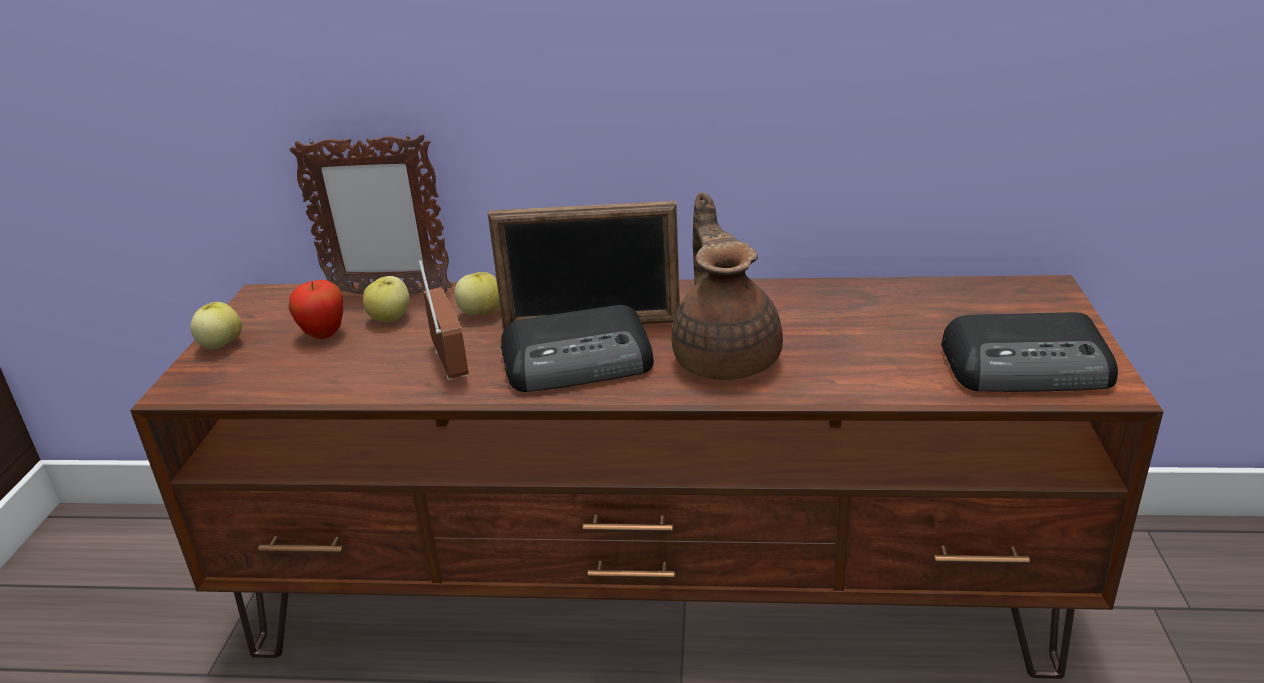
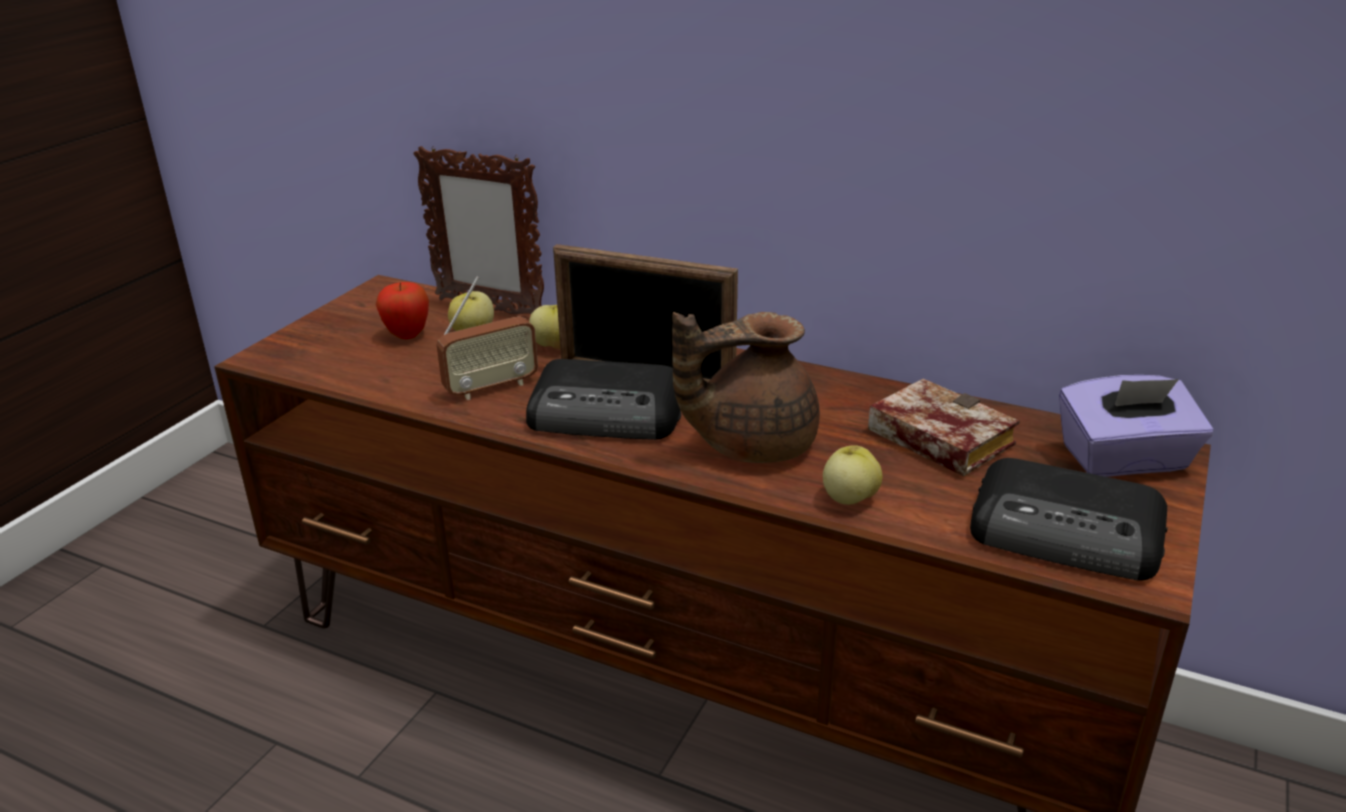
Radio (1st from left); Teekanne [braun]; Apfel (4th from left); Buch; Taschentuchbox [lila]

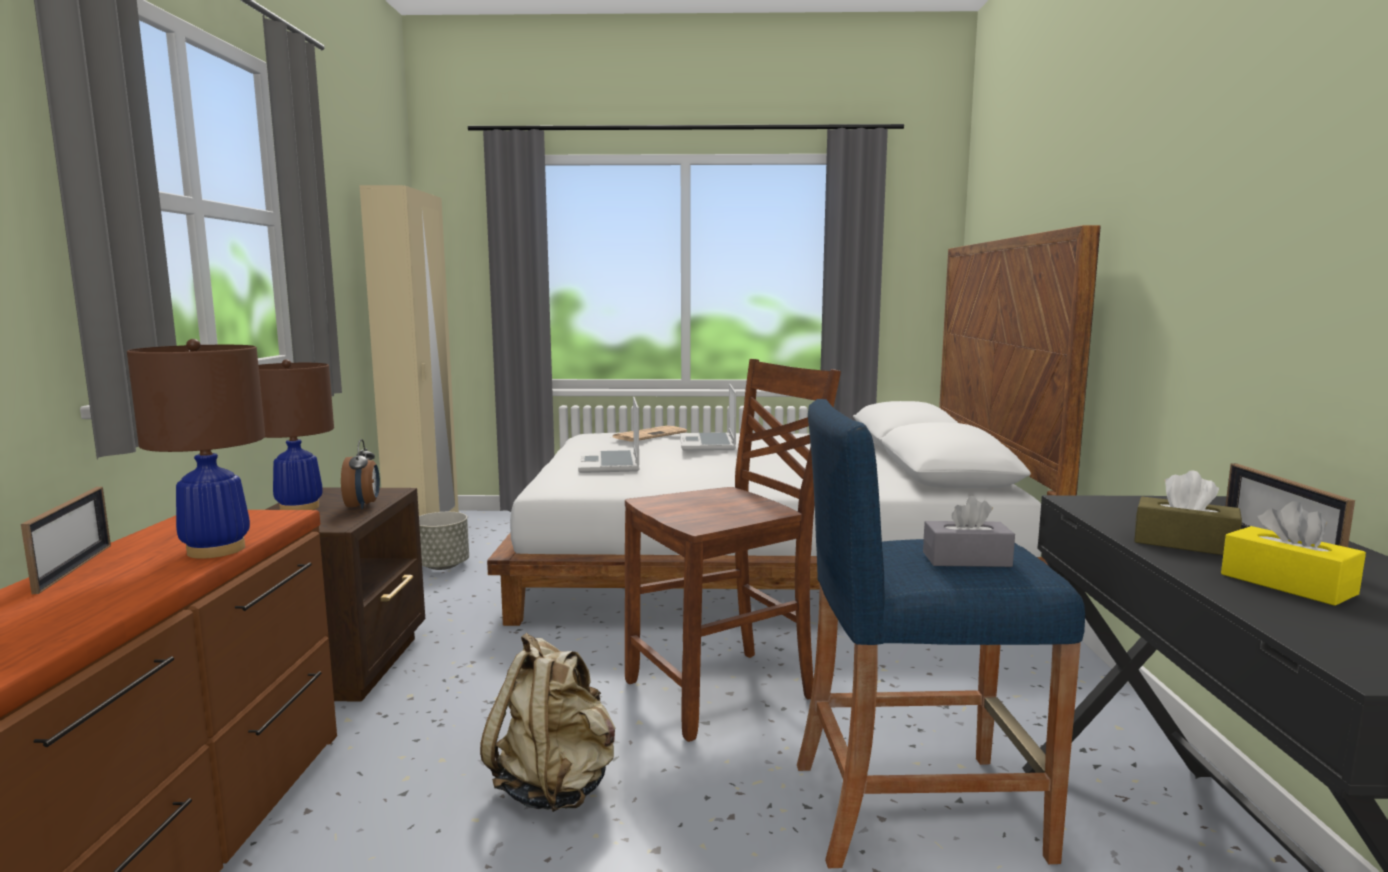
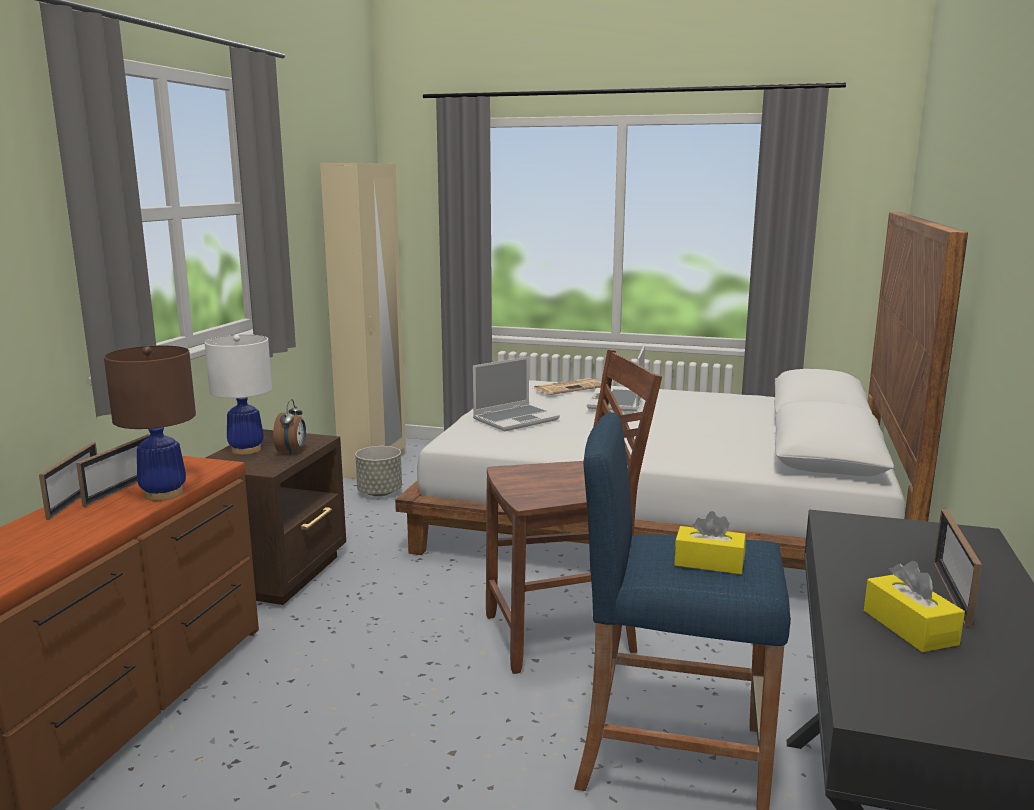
Bilderrahmen (2nd from left); Tischlampe [weiß]; Laptop (1st from left); Taschentuchbox [gelb] (1st from left); Rucksack [beige]; Taschentuchbox [braun]

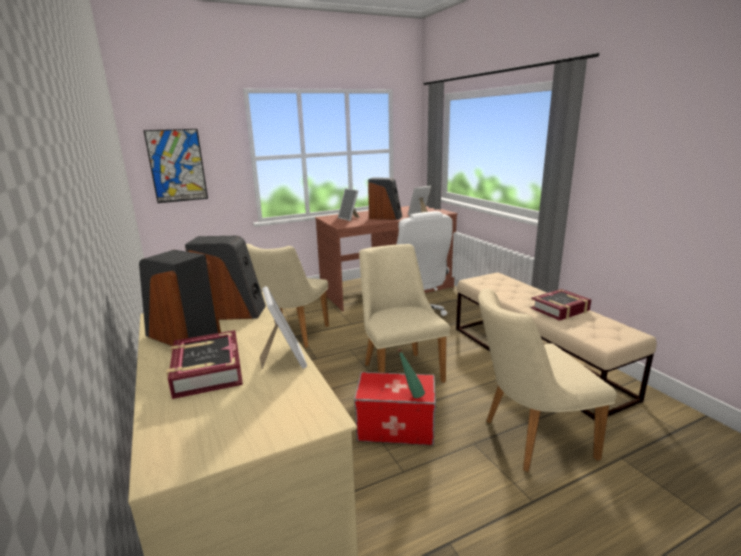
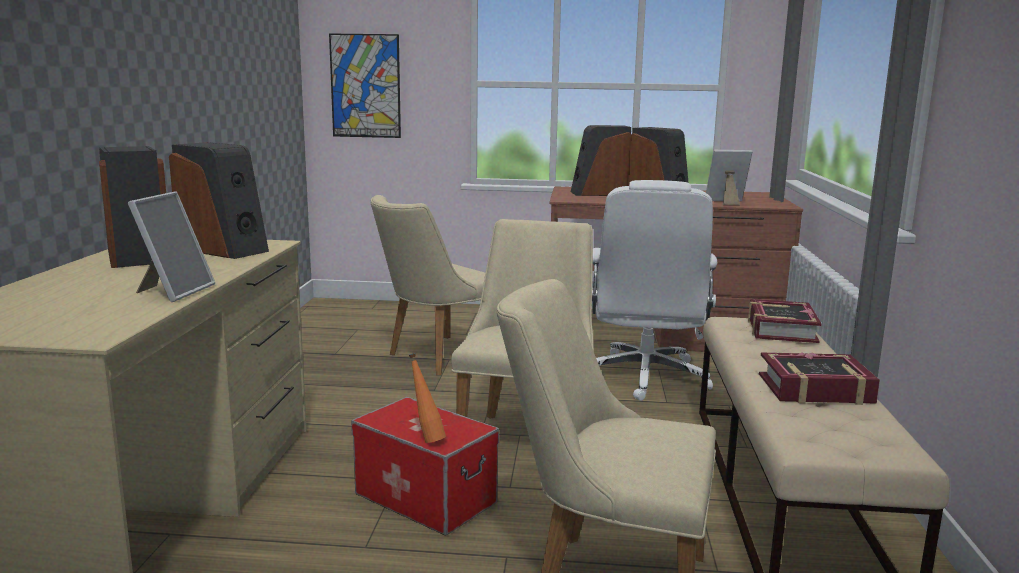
Flasche [orange]; Lautsprecher (3rd from left); Buch (1st from left)

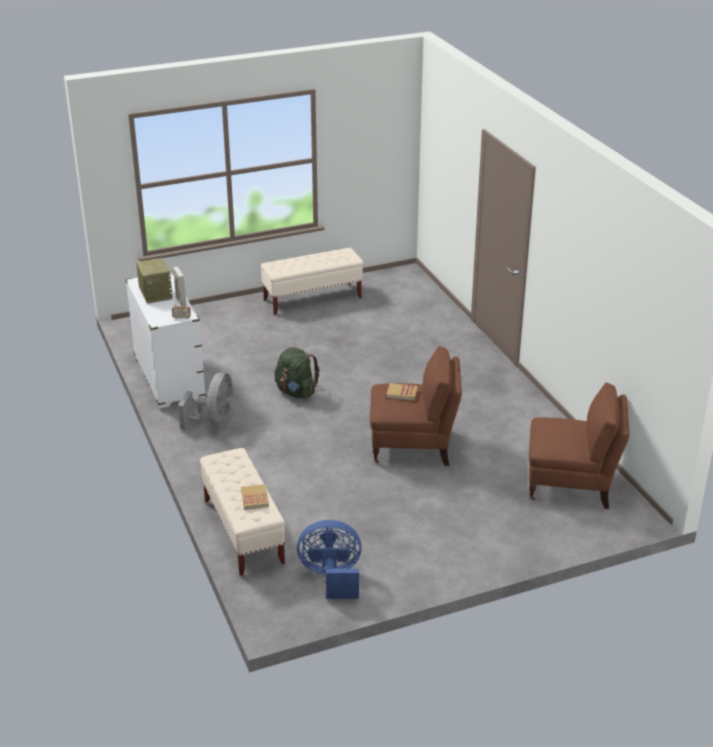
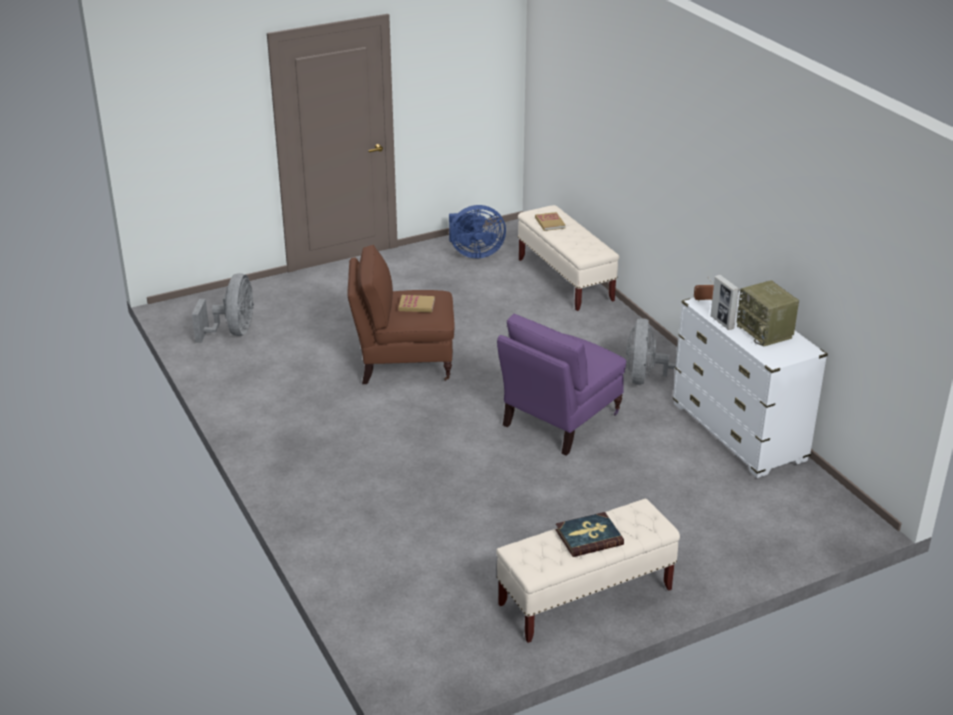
Ventilator [grau] (1st from left); Sessel [lila]; Buch (3rd from left)

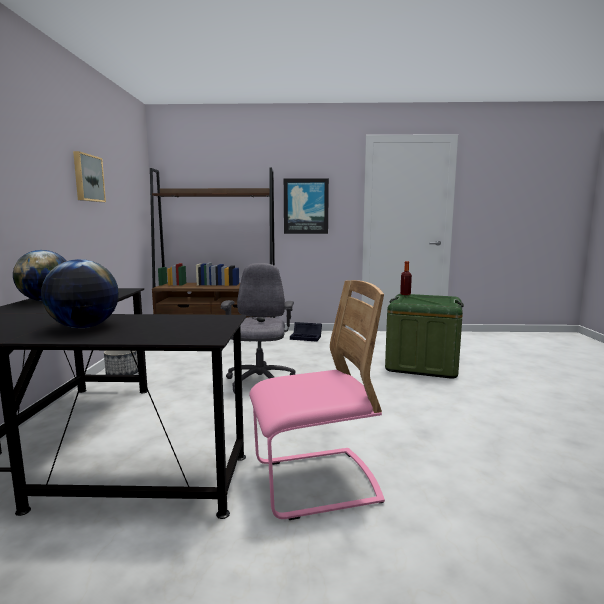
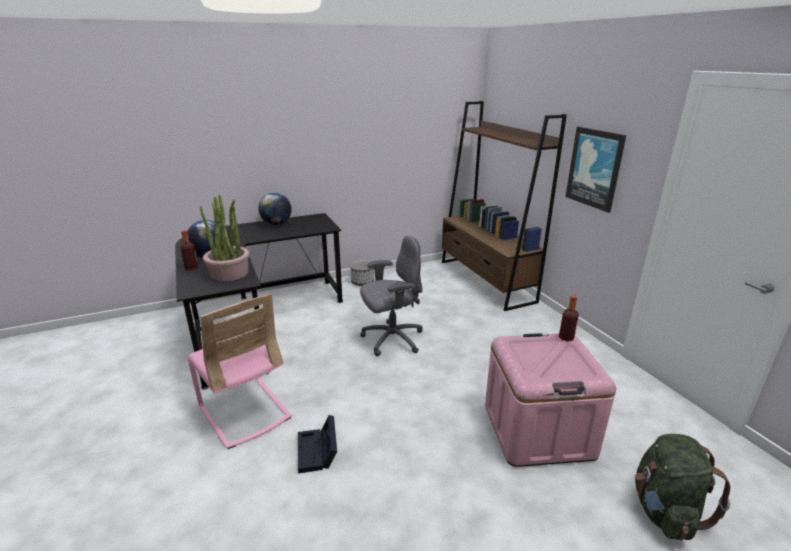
Flasche (1st from left); Topfpflanze; Aufbewahrungsbox [schwarz]; Aufbewahrungsbox [rosa]; Rucksack [grün]; Bild (1st from left in the first image)

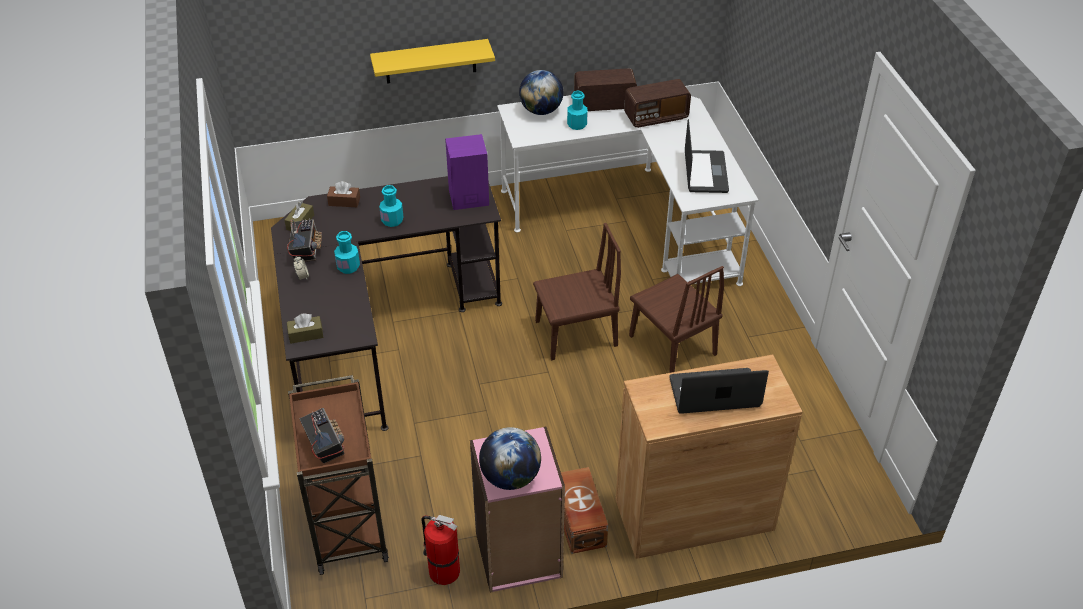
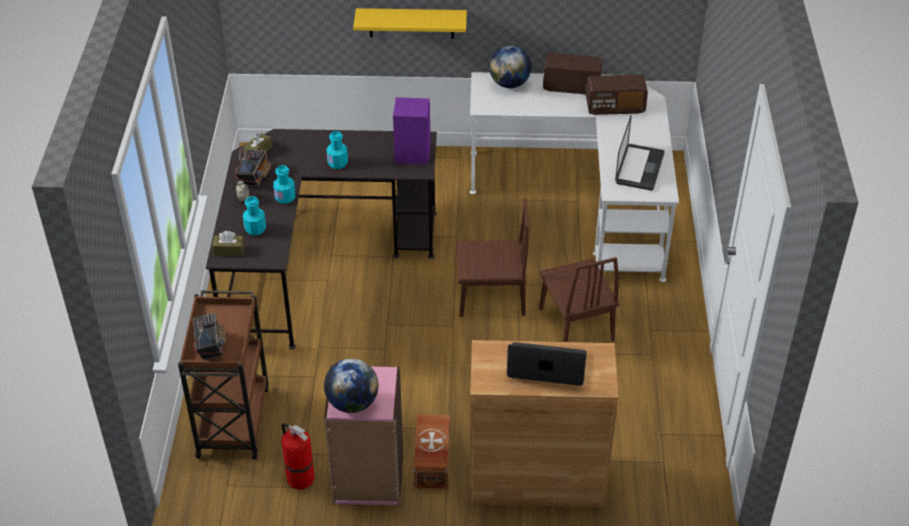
Flasche [türkis] (1st from left); Taschentuchbox [braun] (3rd from left in the first image)

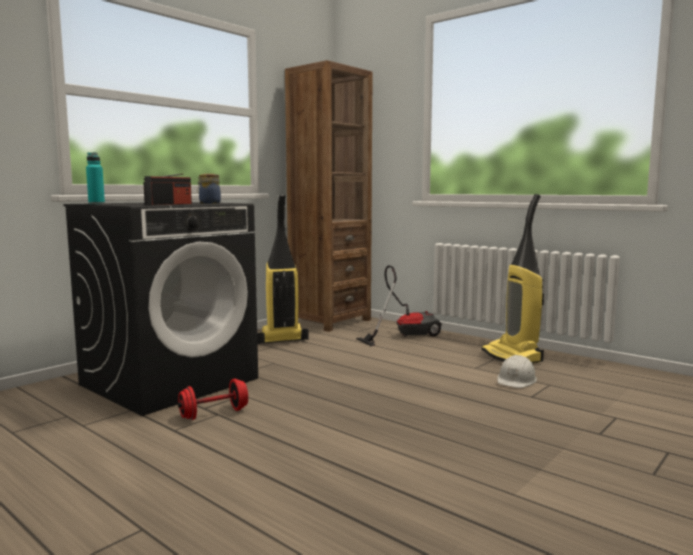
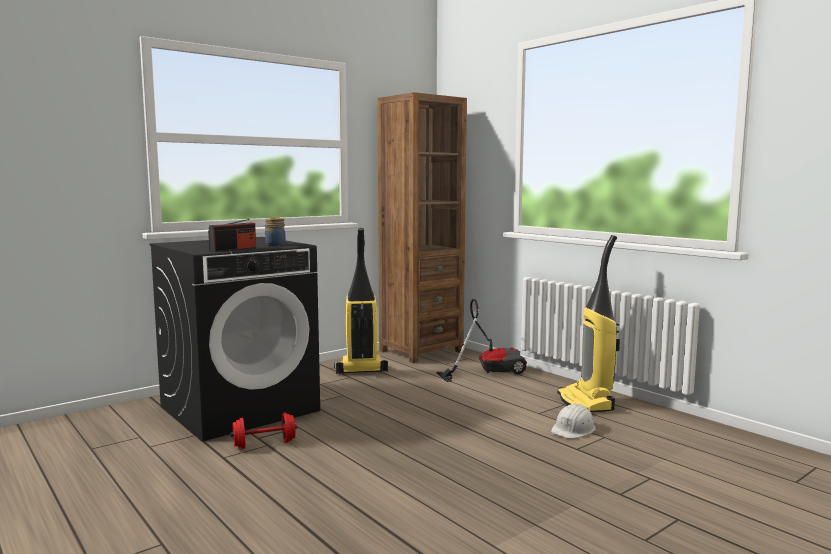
Flasche [türkis]

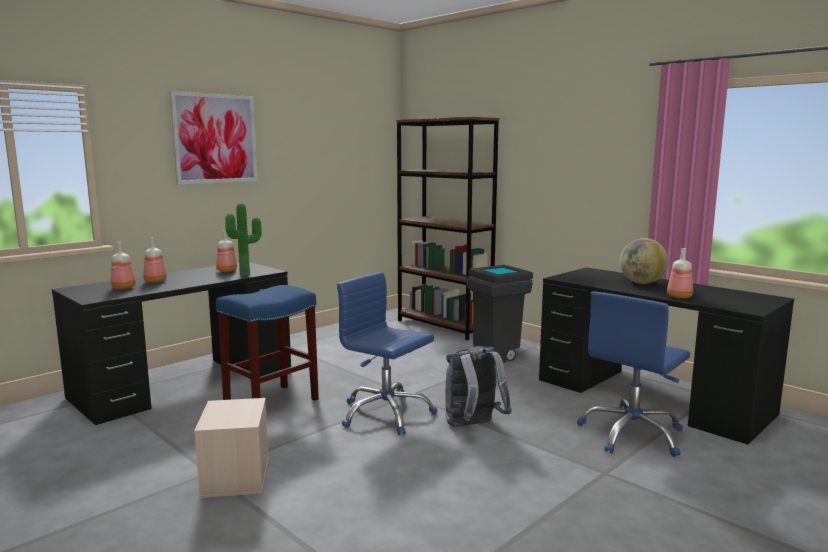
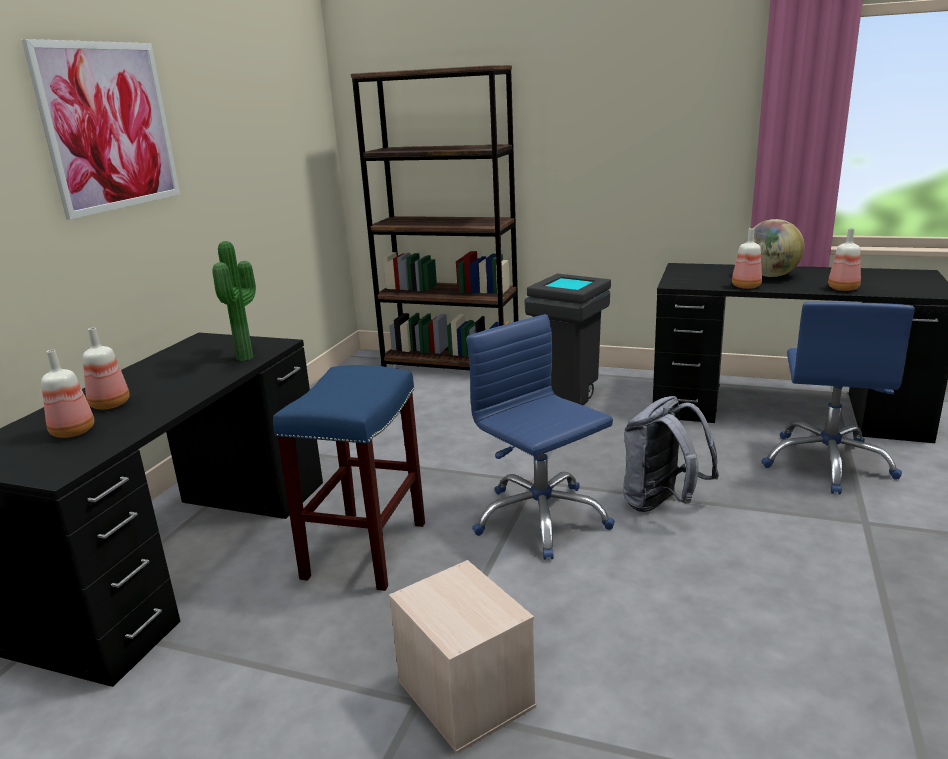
Bürostuhl [blau] (1st from left); Flasche (3rd from left)

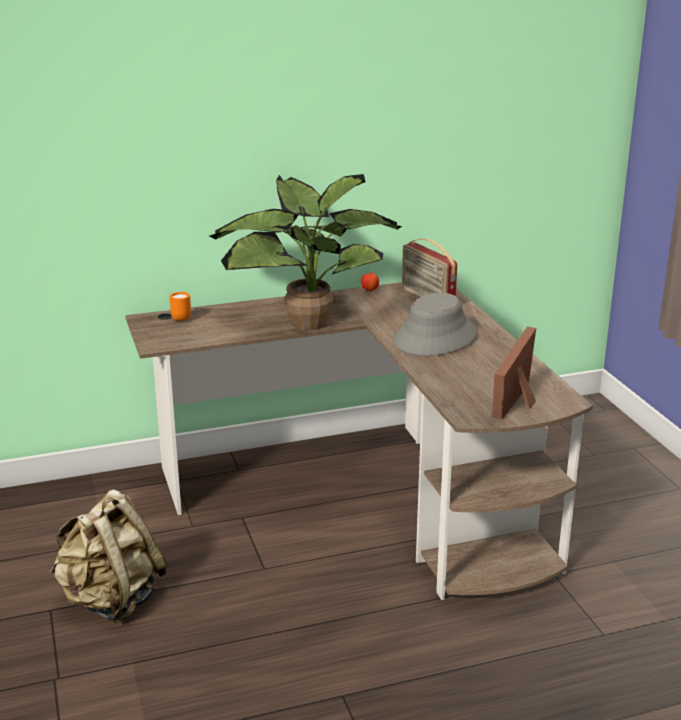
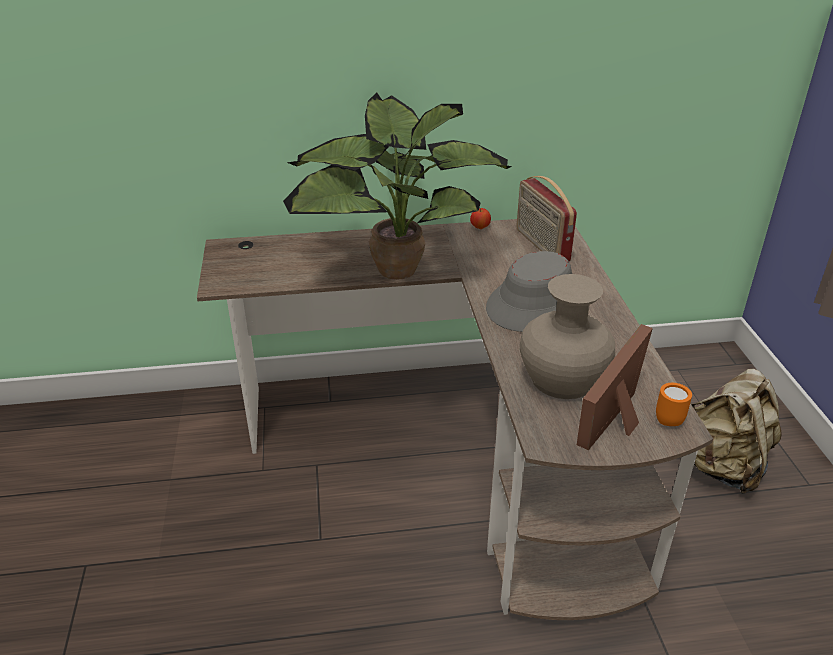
Vase [beige]; Henkelbecher [orange]; Rucksack [beige]

